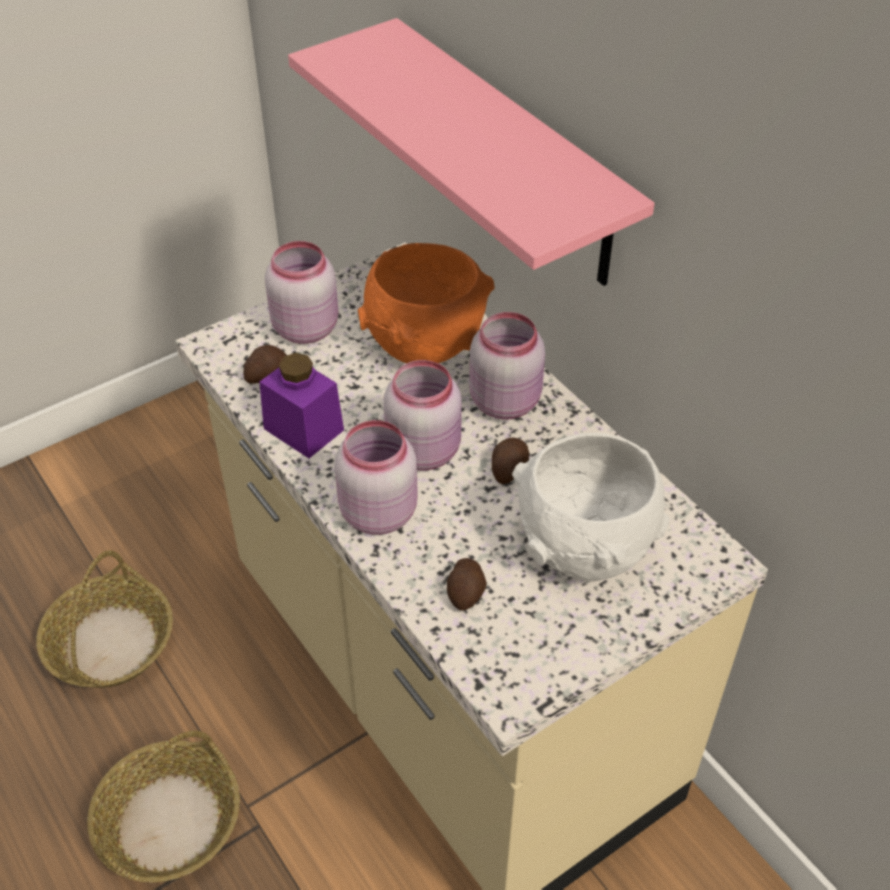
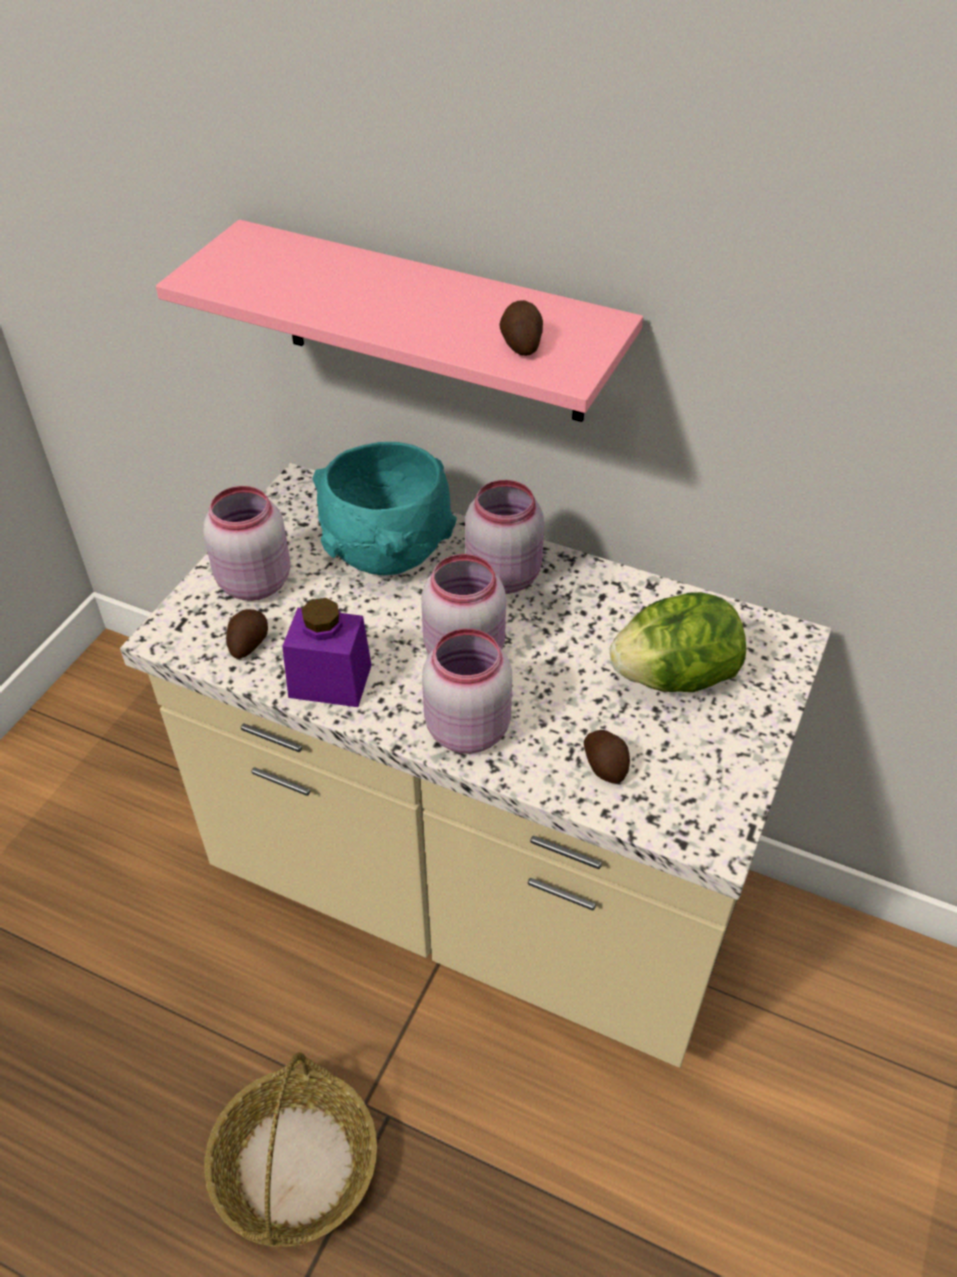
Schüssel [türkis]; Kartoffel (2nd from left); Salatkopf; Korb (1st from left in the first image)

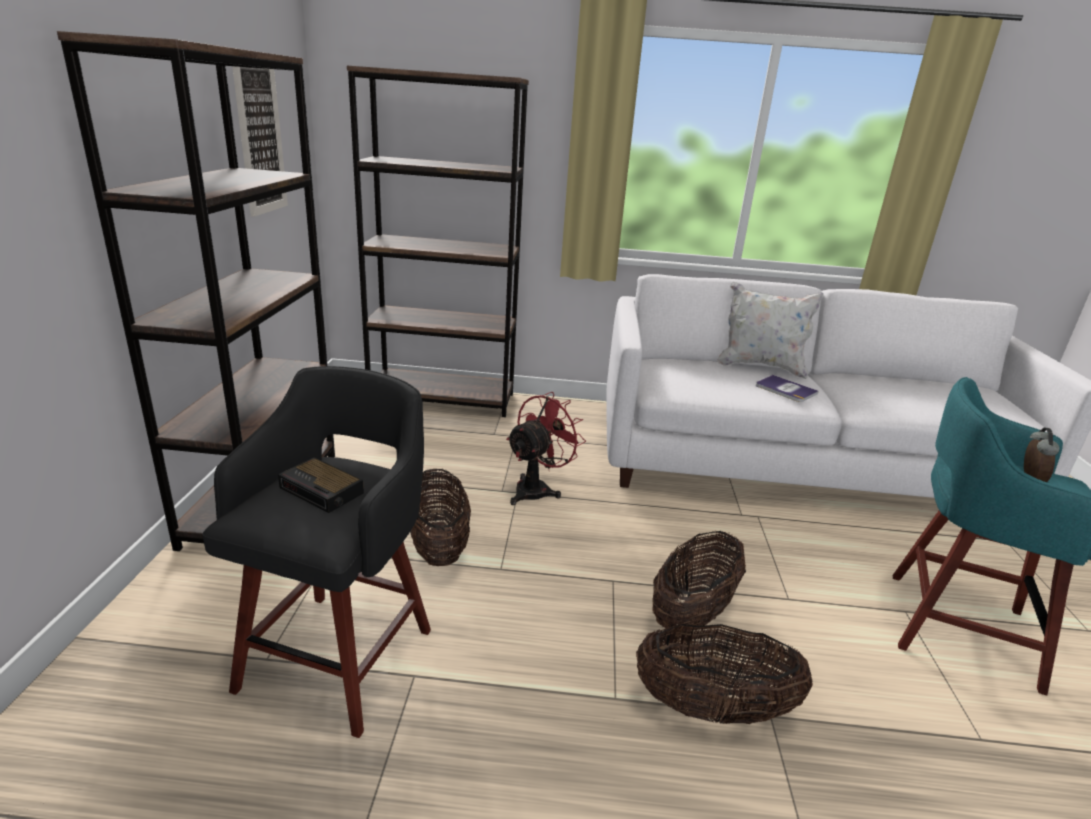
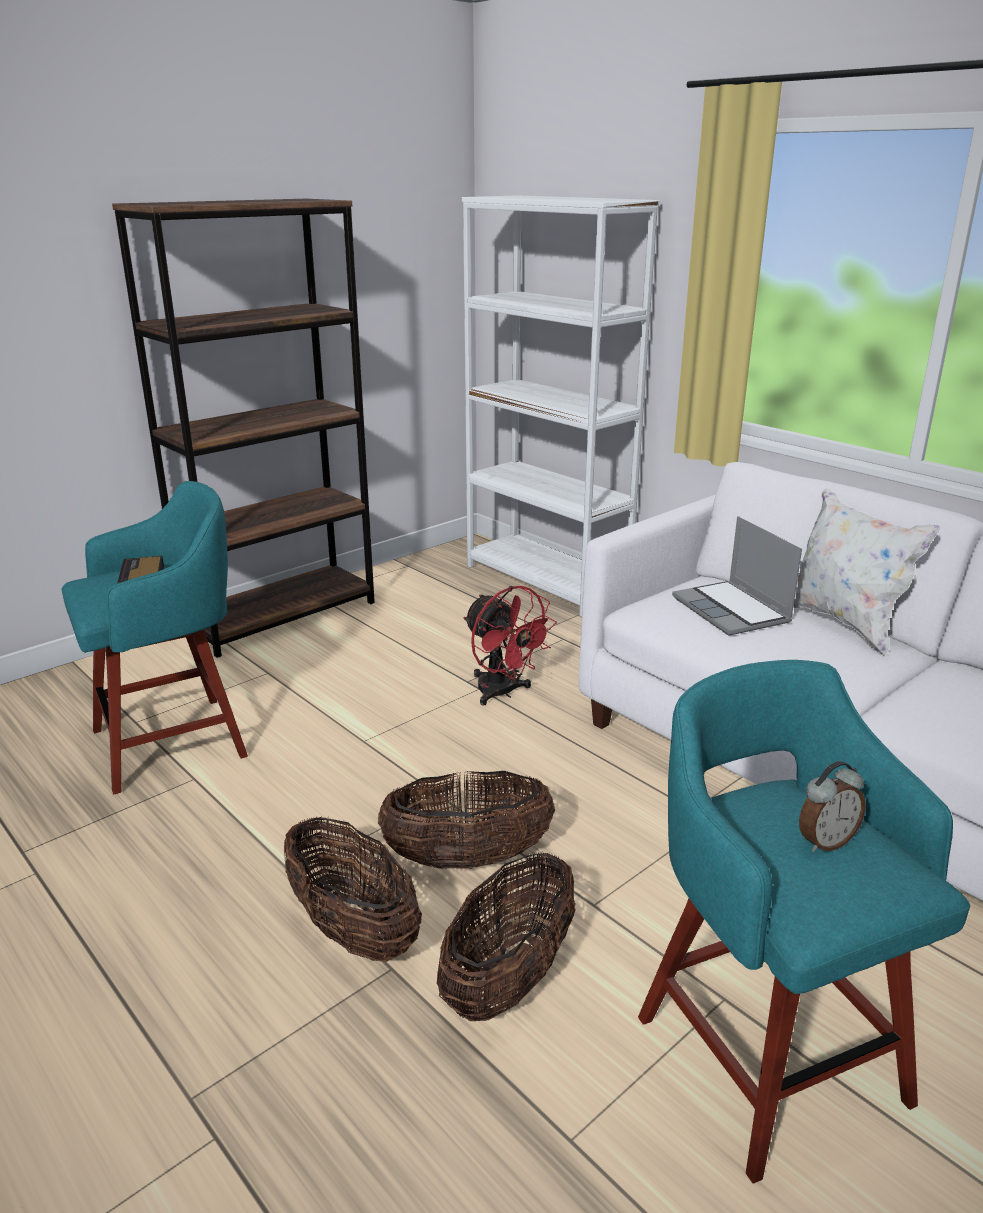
Hocker [türkis] (1st from left); Korb (3rd from left); Bücherregal [weiß]; Ventilator [rot]; Laptop; Bild; Buch

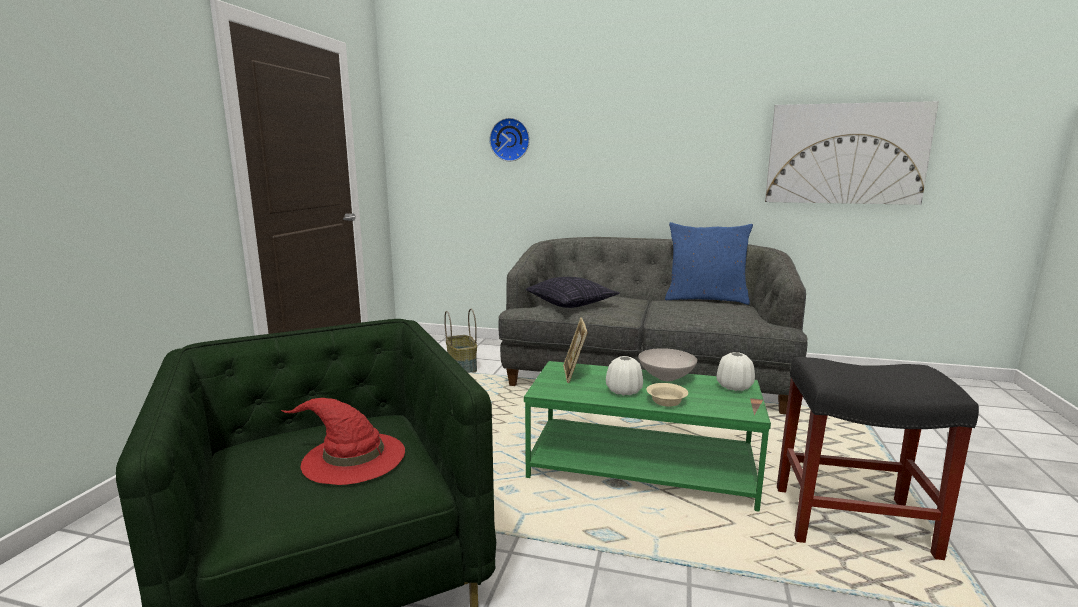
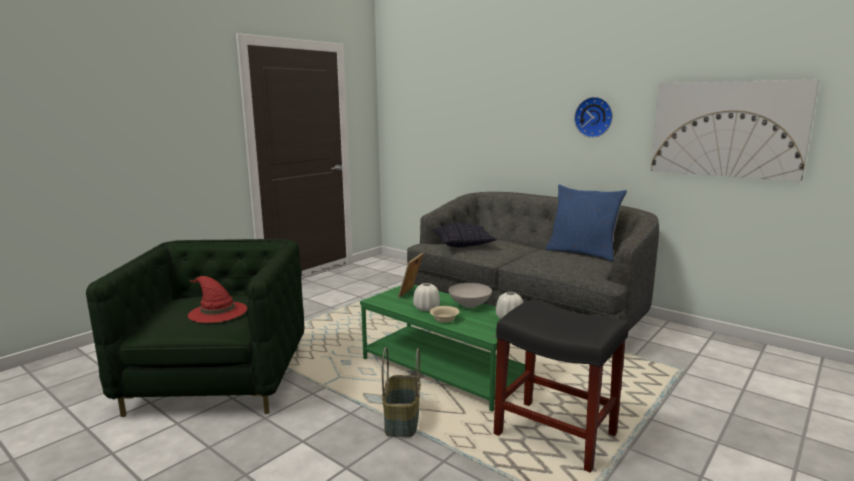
Korb; Wanduhr

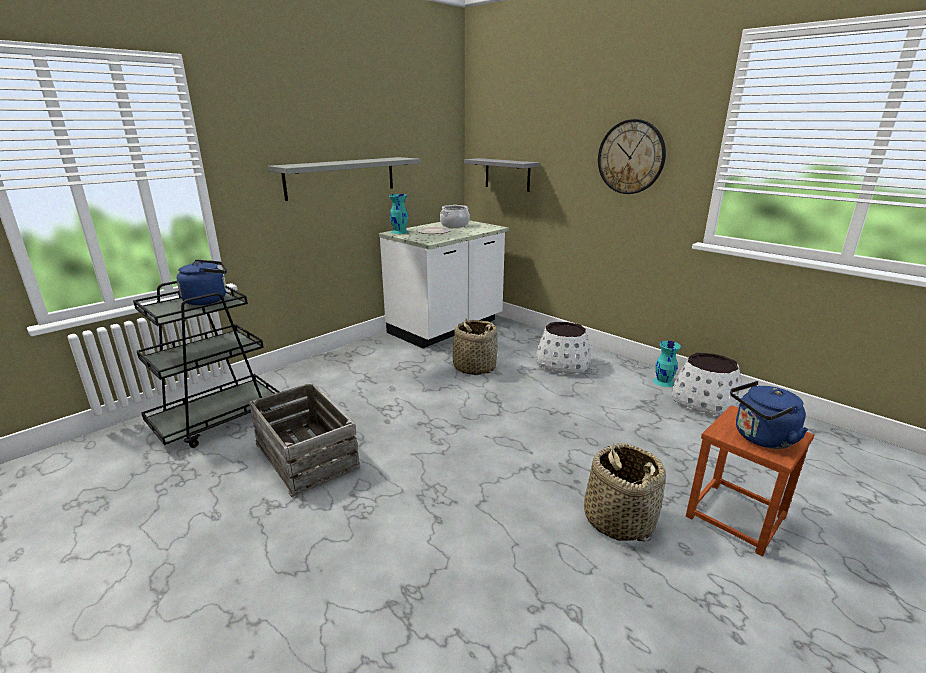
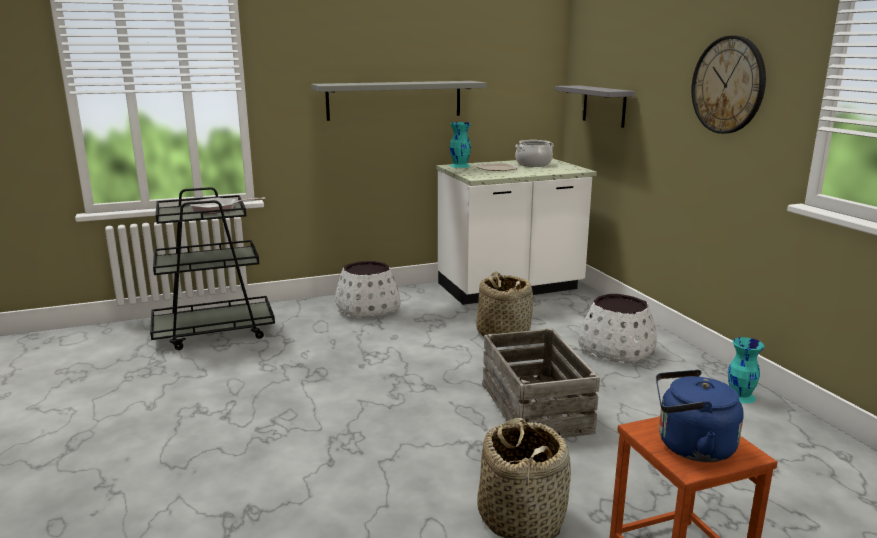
Pfanne; Pflanzkübel [weiß] (1st from left); Kiste

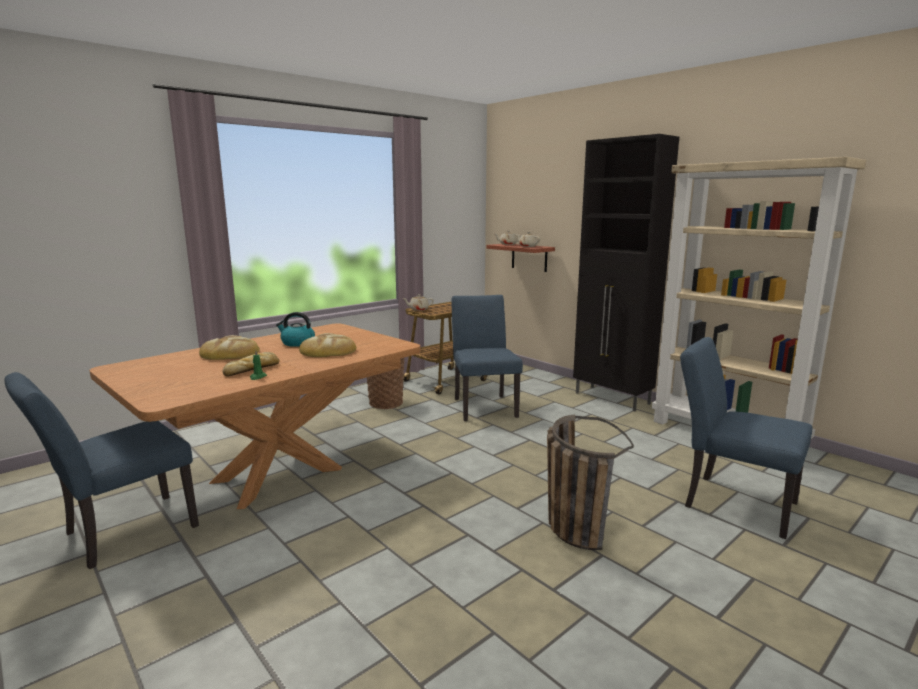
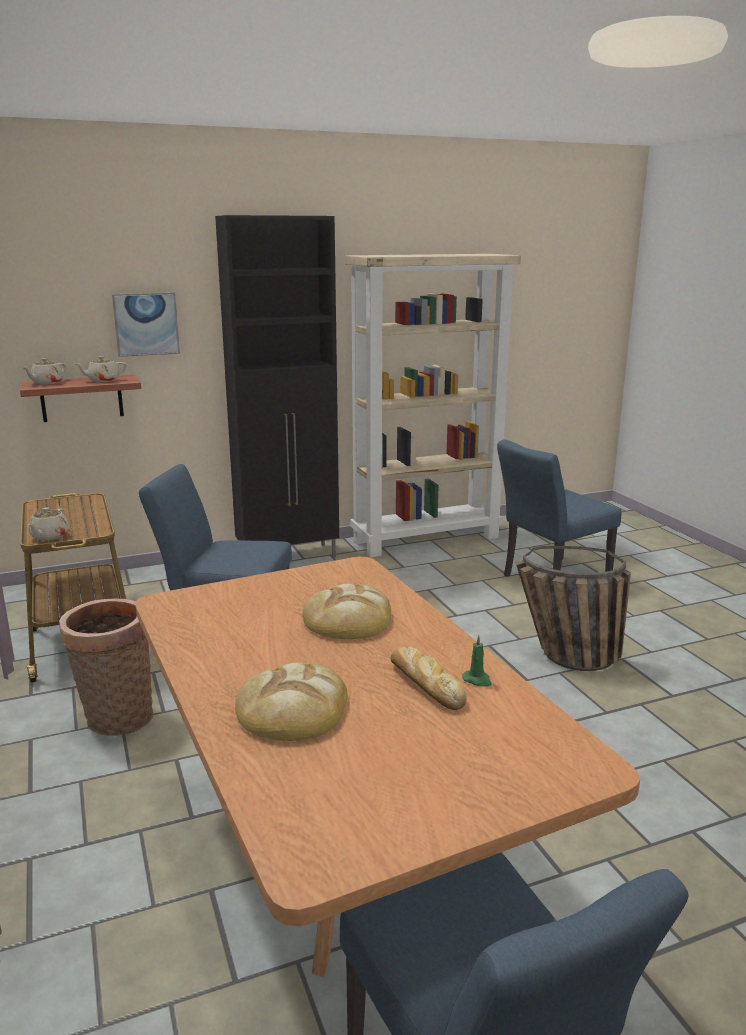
Bild; Wasserkessel

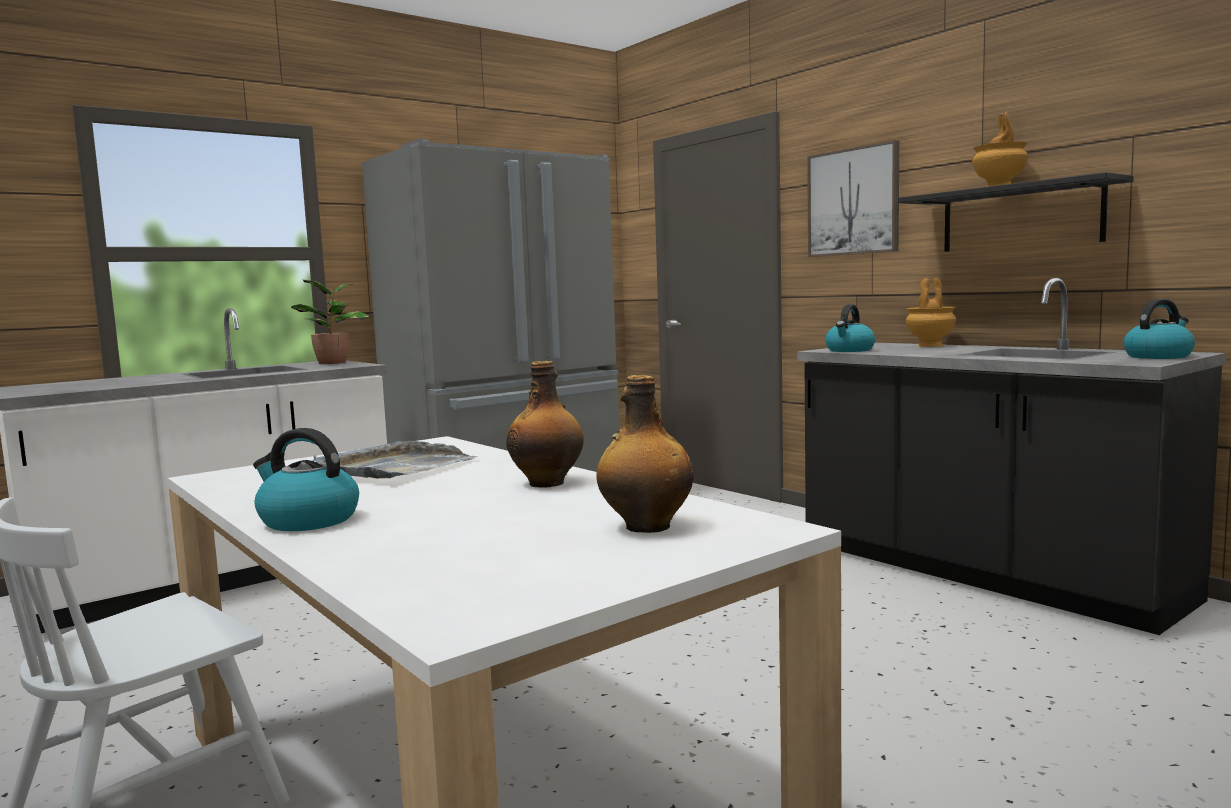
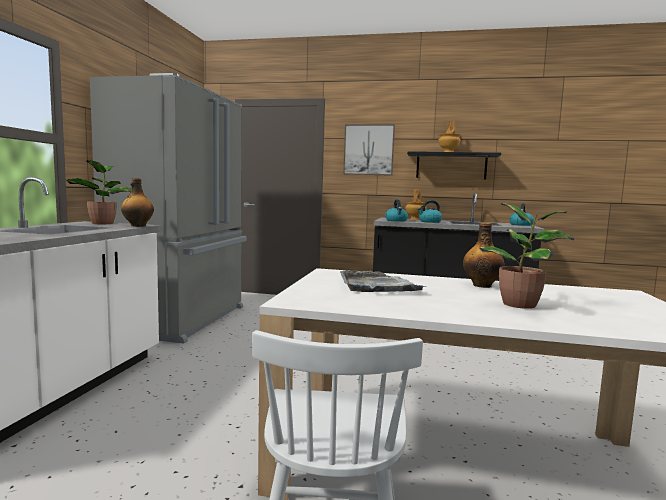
Flasche (1st from left); Wasserkessel (2nd from left); Topfpflanze (2nd from left)

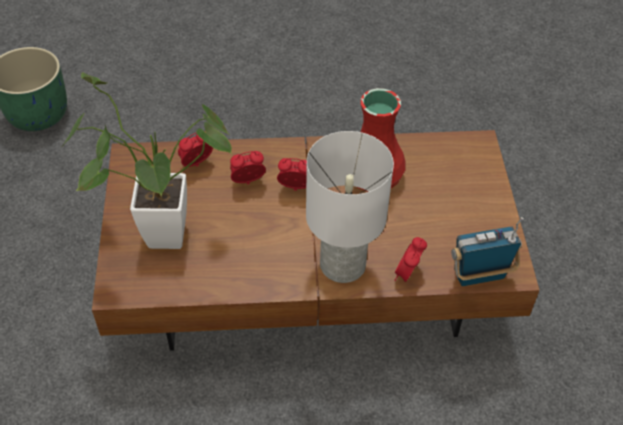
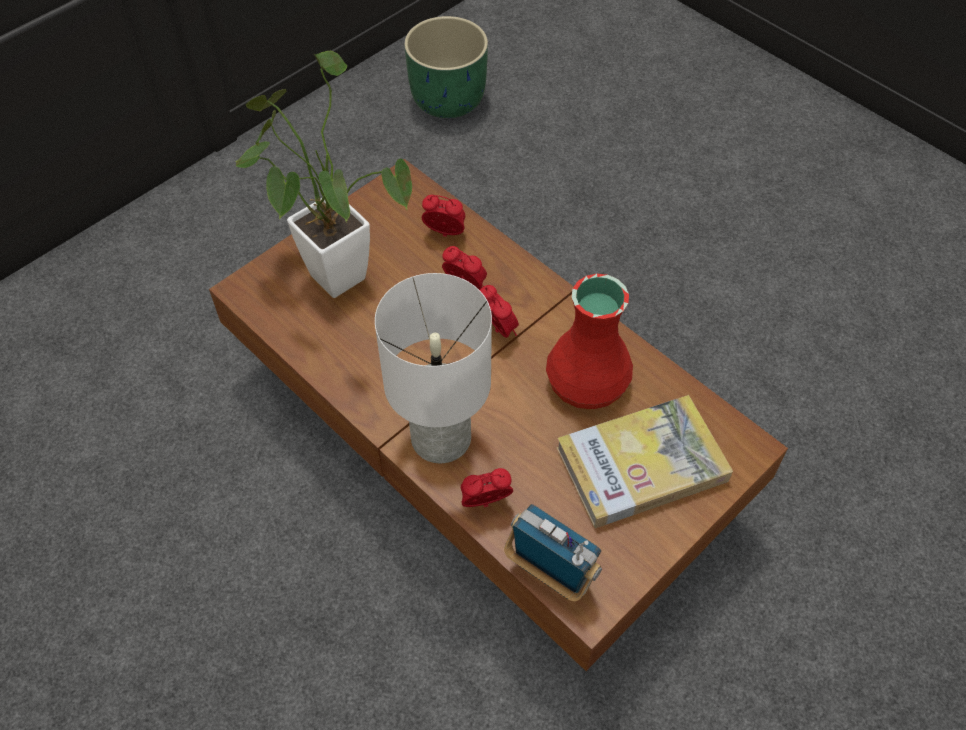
Buch

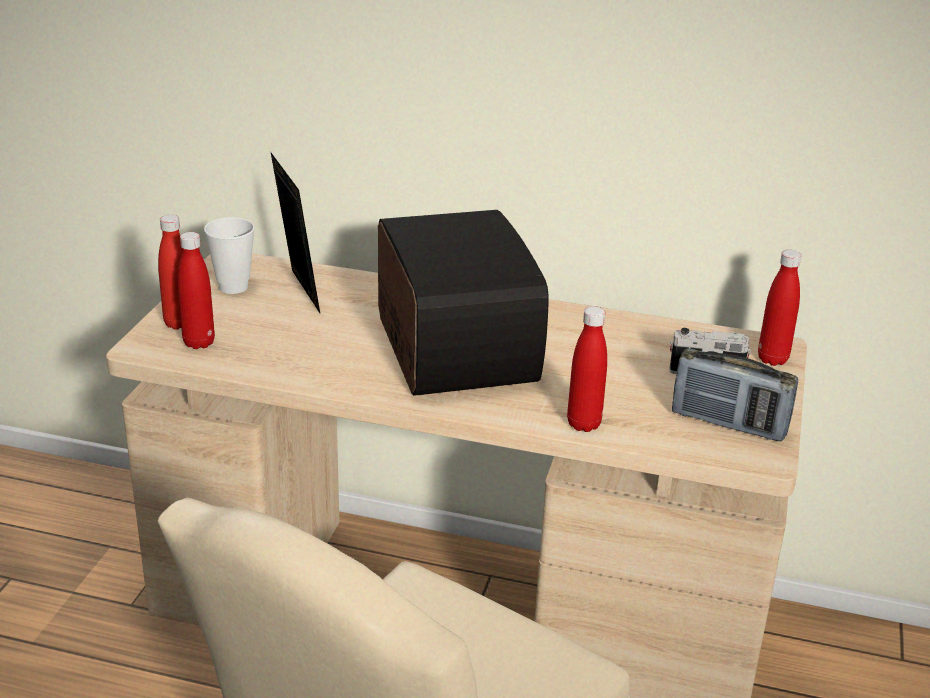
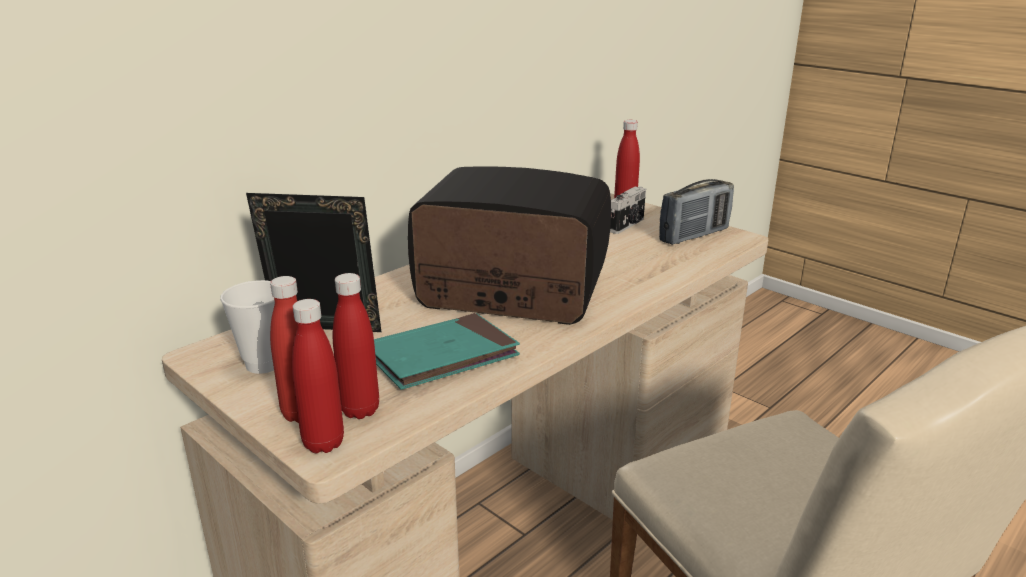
Flasche [rot] (2nd from left); Buch [türkis]

